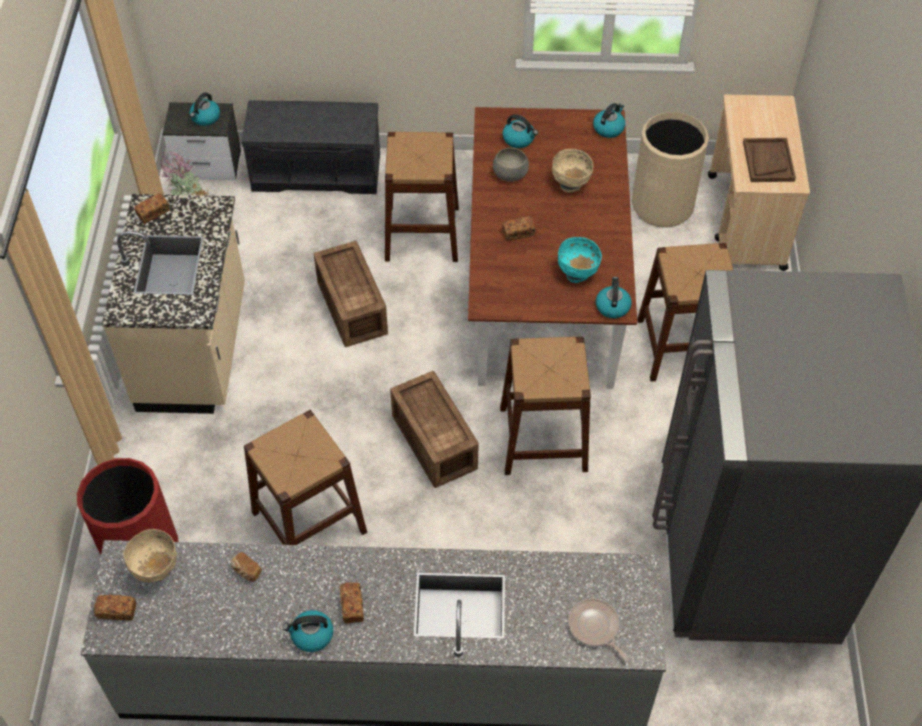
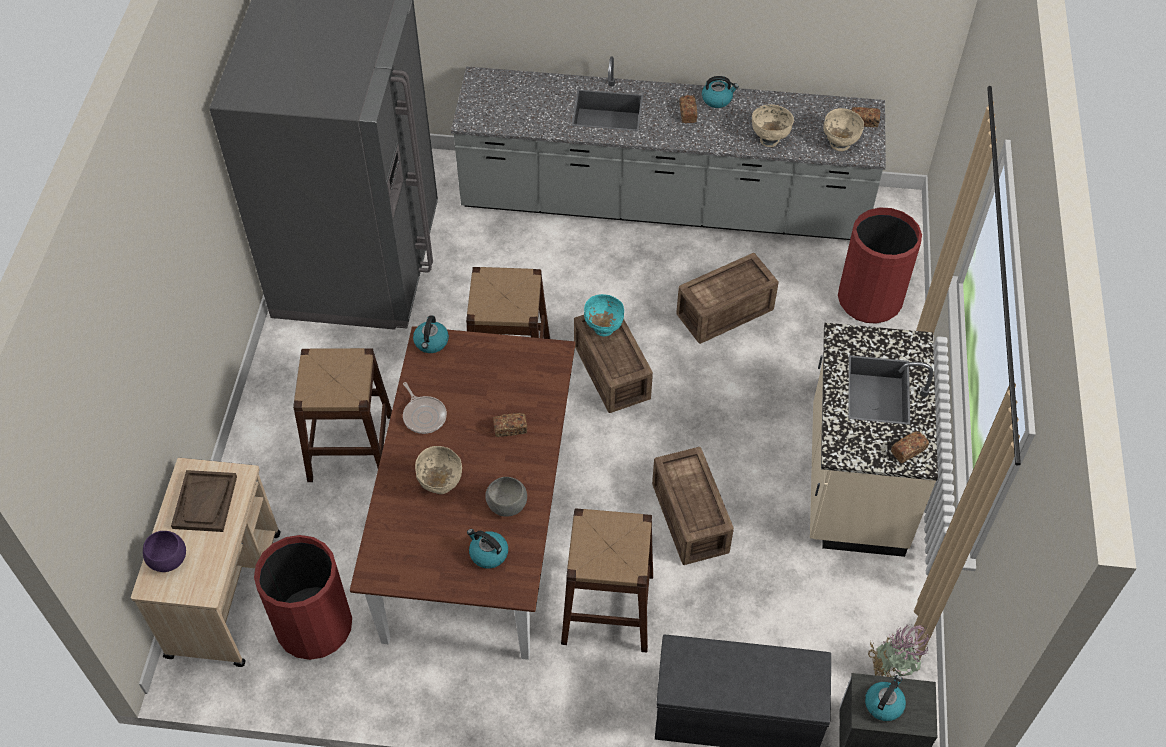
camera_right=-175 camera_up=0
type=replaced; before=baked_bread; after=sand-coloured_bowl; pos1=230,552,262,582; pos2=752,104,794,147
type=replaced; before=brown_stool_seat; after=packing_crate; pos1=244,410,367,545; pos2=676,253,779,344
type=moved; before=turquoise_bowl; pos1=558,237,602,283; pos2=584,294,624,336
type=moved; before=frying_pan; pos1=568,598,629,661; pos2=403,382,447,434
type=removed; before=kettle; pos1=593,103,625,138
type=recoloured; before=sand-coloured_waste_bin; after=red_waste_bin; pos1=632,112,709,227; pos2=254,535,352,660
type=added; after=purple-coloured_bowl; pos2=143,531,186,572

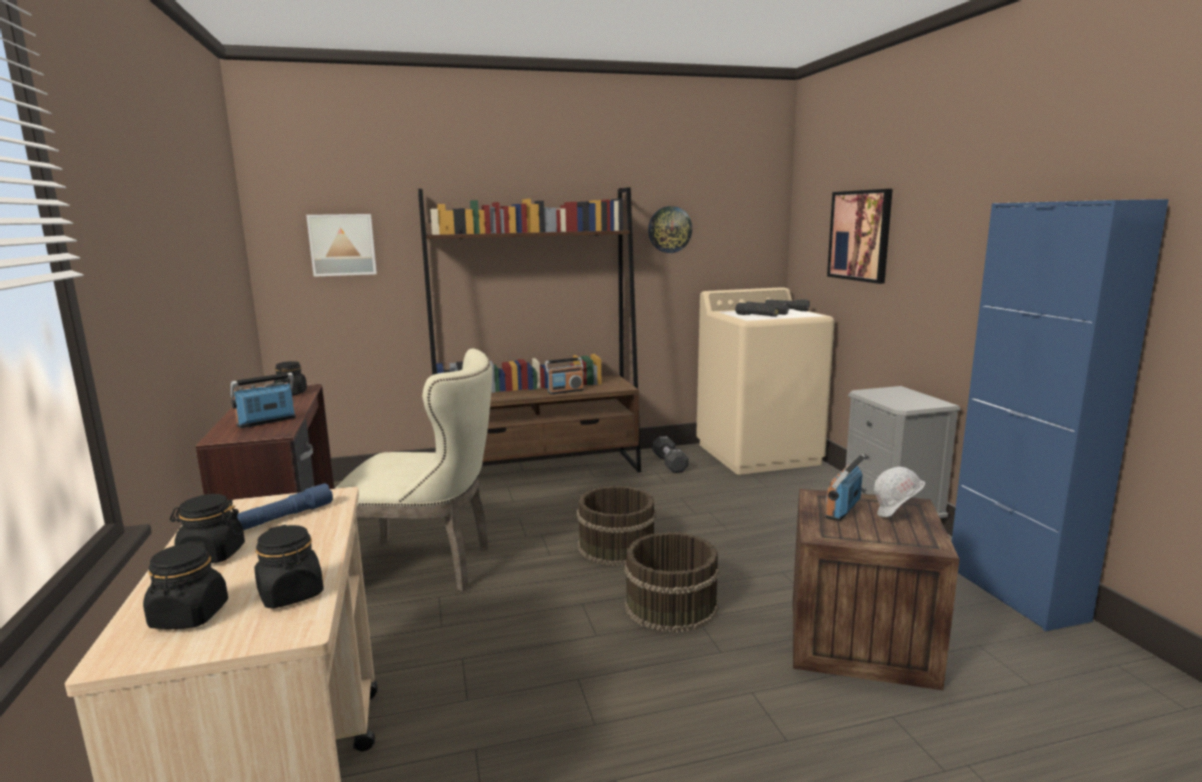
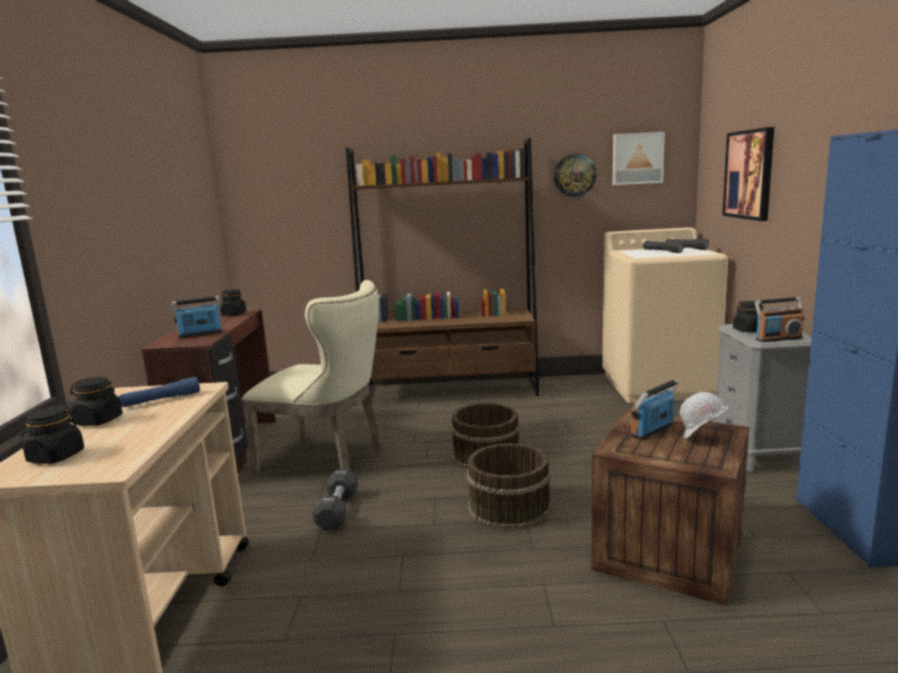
camera_right=15 camera_up=0
type=moved; before=black-coloured_storage_jar; pos1=254,525,324,608; pos2=733,301,764,332
type=moved; before=wall_picture; pos1=306,214,377,277; pos2=613,132,665,185
type=moved; before=radio_receiver; pos1=545,357,584,394; pos2=755,297,804,342
type=moved; before=black-coloured_dumbbell; pos1=653,436,689,473; pos2=313,469,358,530
type=removed; before=black-coloured_flashlight; pos1=735,303,779,317

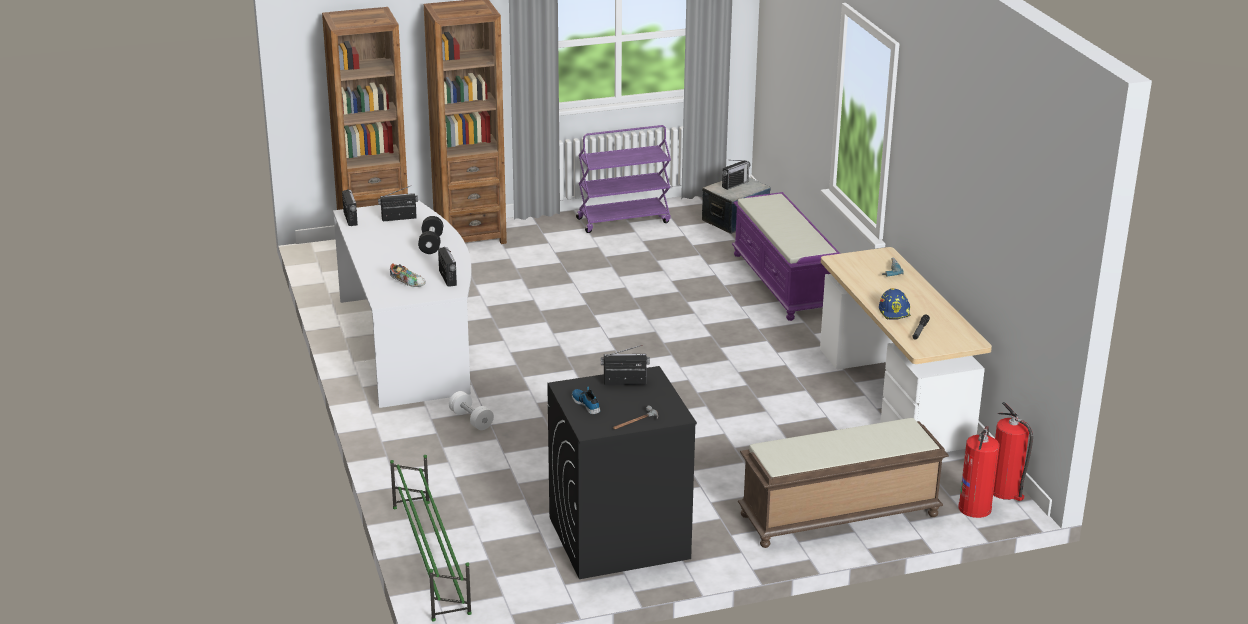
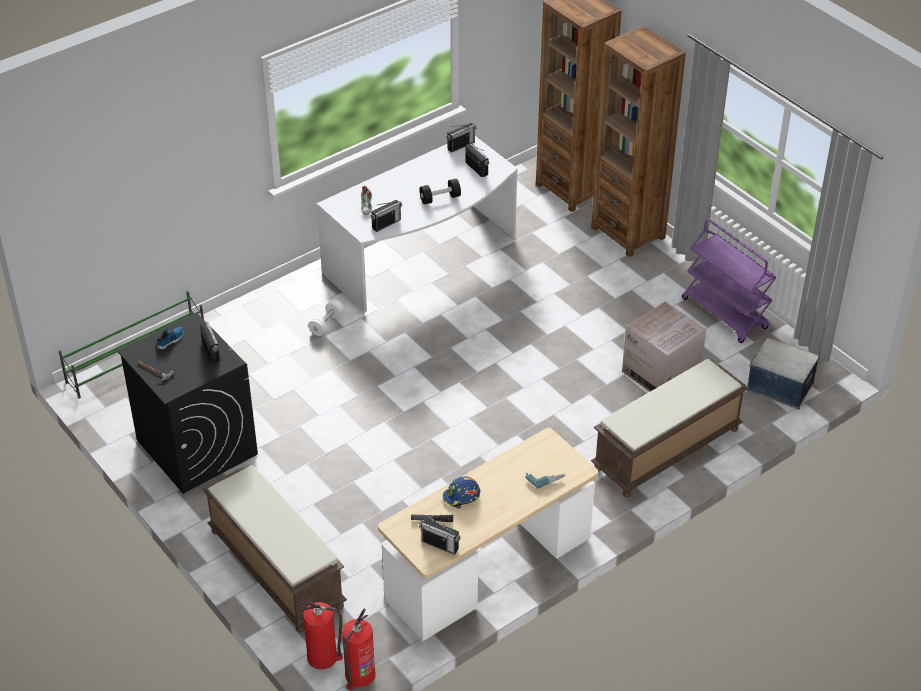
camera_right=70 camera_up=15
type=moved; before=radio_receiver; pos1=722,160,751,190; pos2=419,515,460,555
type=recoloured; before=purple-coloured_bench; after=brown_bench; pos1=732,192,840,321; pos2=591,359,748,497
type=added; after=carton; pos2=622,302,707,392

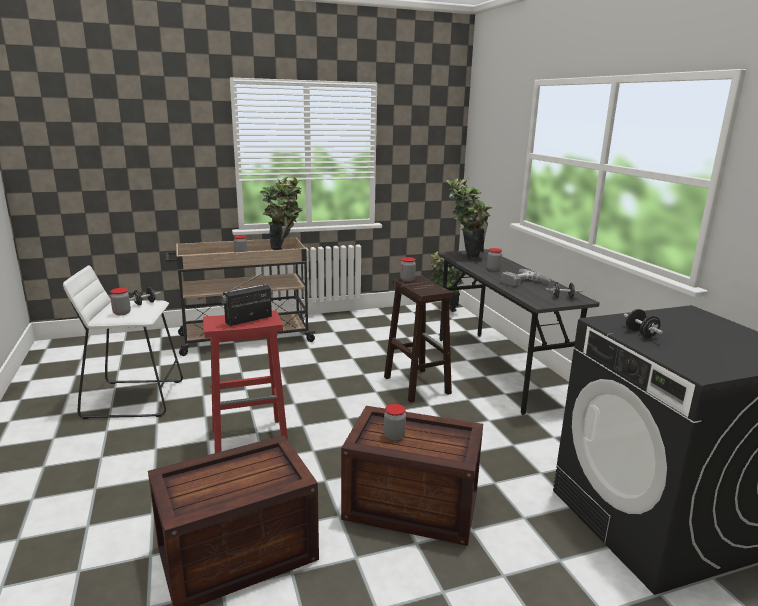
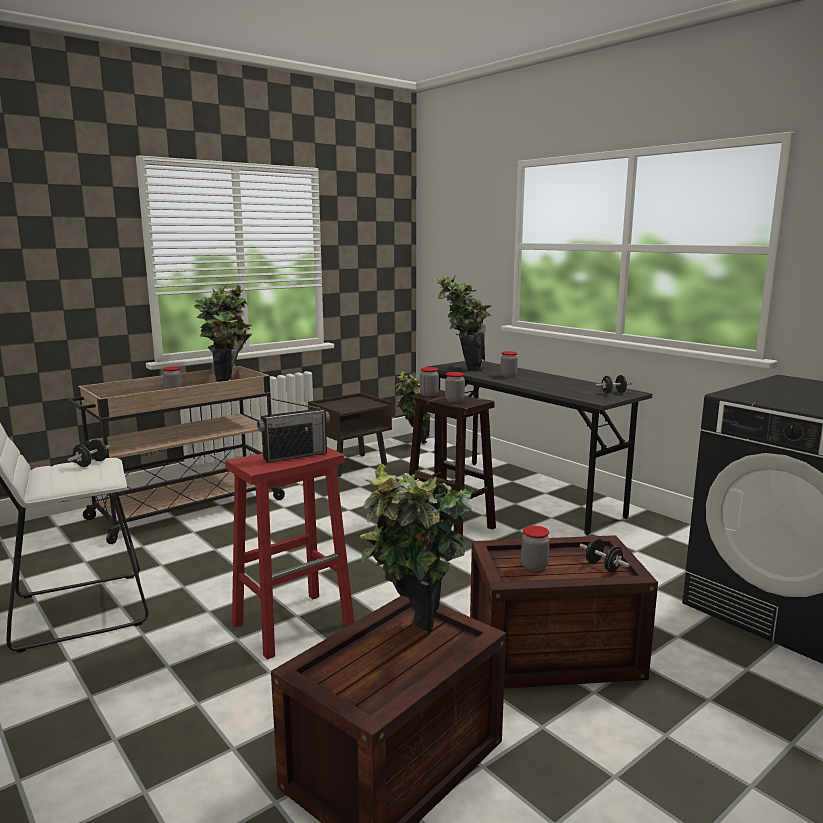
camera_right=-20 camera_up=-5
type=moved; before=storage_jar; pos1=110,288,131,315; pos2=445,372,465,403
type=turned; before=radio_receiver; pos1=220,273,273,326; pos2=257,397,330,462; turn=-150
type=removed; before=power_drill; pos1=501,269,550,286
type=moved; before=black-coloured_dumbbell; pos1=624,309,663,338; pos2=580,538,630,572
type=added; after=brown_bedside_table; pos2=308,393,392,477
type=added; after=plant_in_a_pot; pos2=360,464,473,633

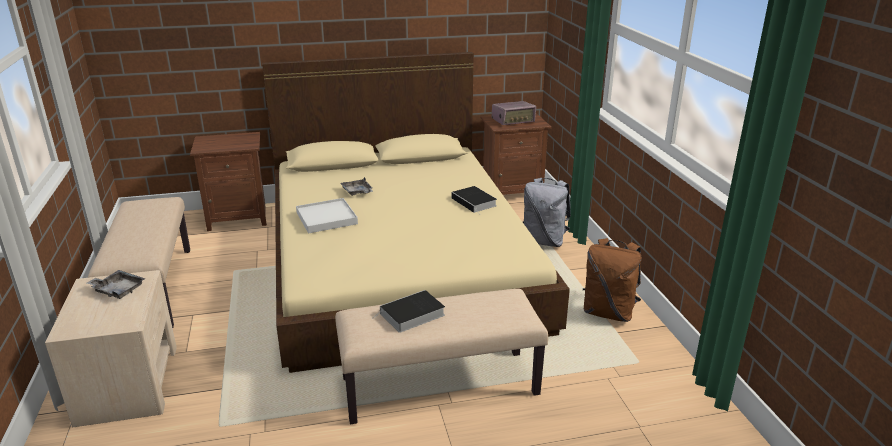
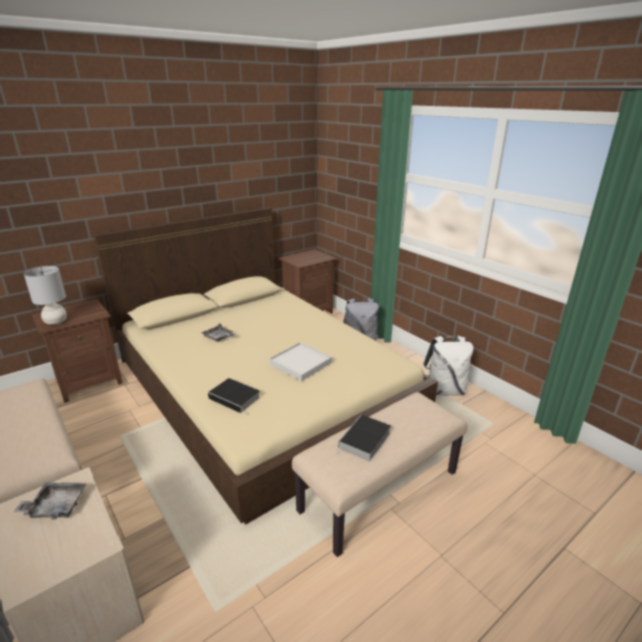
camera_right=-25 camera_up=0
type=moved; before=white-coloured_tray; pos1=296,198,358,233; pos2=269,342,332,381
type=moved; before=book; pos1=452,186,497,215; pos2=208,378,260,414
type=removed; before=radio_receiver; pos1=492,101,536,125
type=recoloured; before=brown_knapsack; after=white-coloured_knapsack; pos1=583,238,642,322; pos2=423,335,474,396
type=added; after=gray_lamp_for_a_table; pos2=24,266,67,325

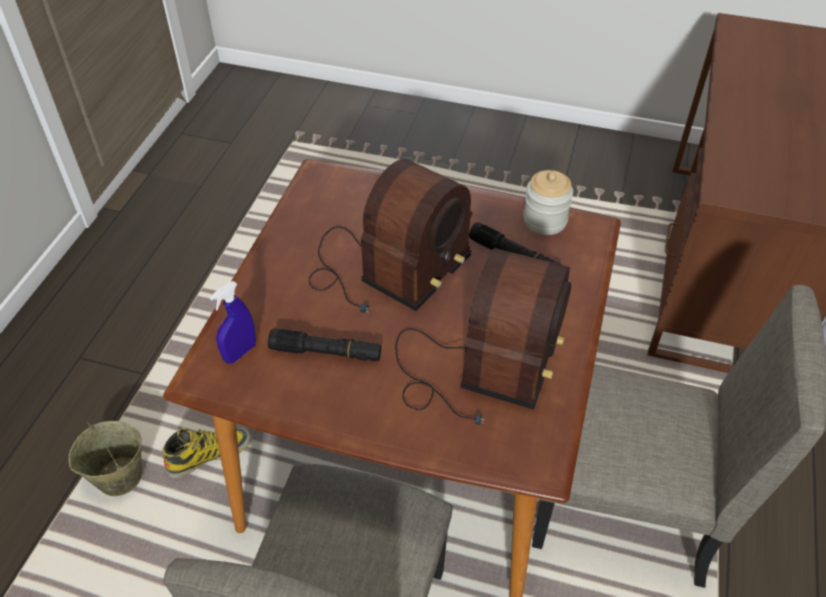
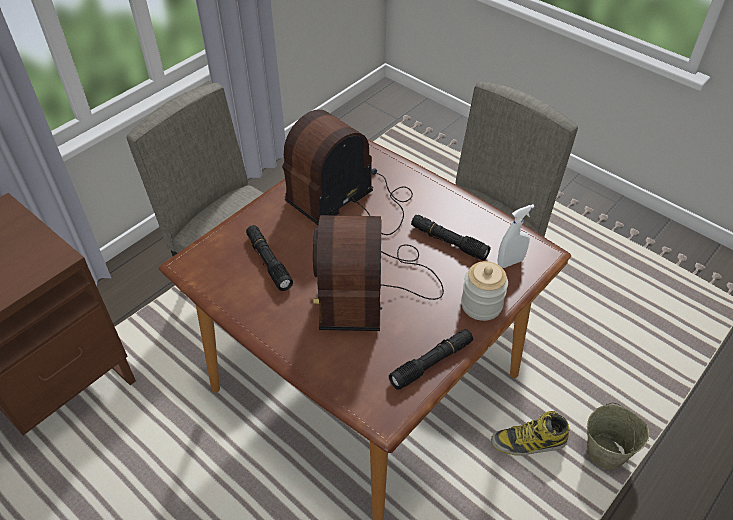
camera_right=-155 camera_up=0
type=recoloured; before=blue-coloured_sprayer; after=white-coloured_sprayer; pos1=210,281,256,364; pos2=498,204,535,268
type=turned; before=radio_receiver; pos1=308,159,472,313; pos2=313,215,444,331; turn=-60
type=moved; before=storage_jar; pos1=523,170,573,235; pos2=461,261,508,321
type=added; after=black-coloured_flashlight; pos2=389,329,473,390

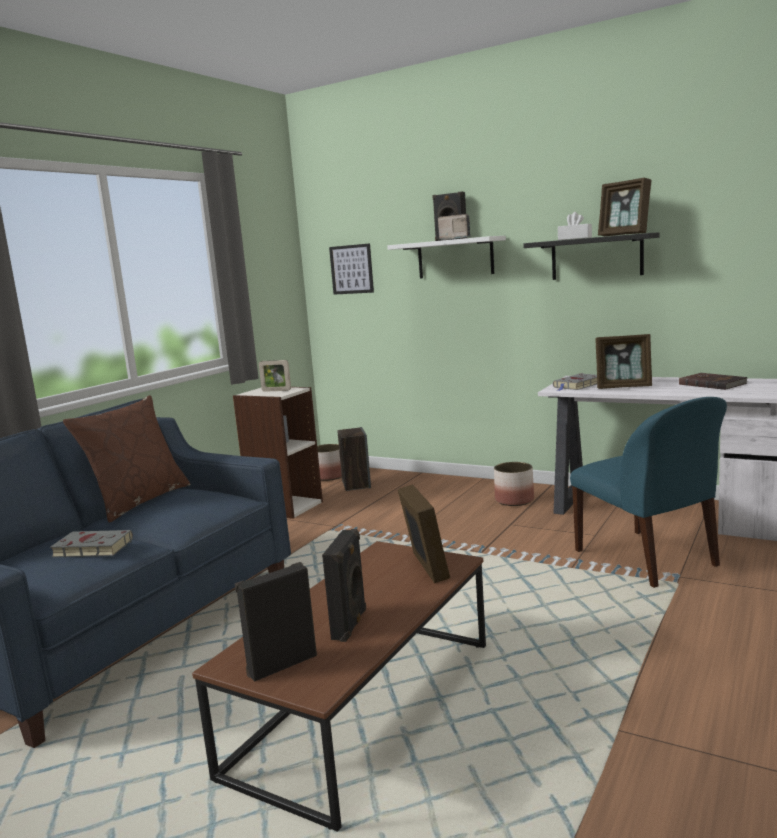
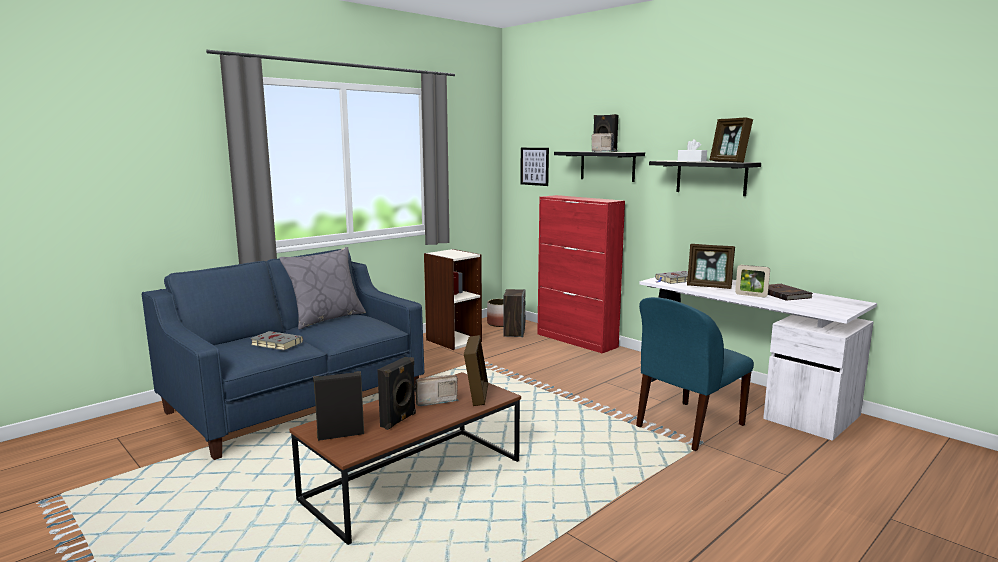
camera_right=15 camera_up=0
type=recoloured; before=brown_throw_pillow; after=gray_throw_pillow; pos1=63,395,191,523; pos2=280,247,366,330
type=moved; before=standing_frame; pos1=259,360,291,392; pos2=735,265,770,297
type=recoloured; before=white-coloured_shelf; after=black-coloured_shelf; pos1=387,236,506,278; pos2=554,151,645,182
type=removed; before=flower_pot; pos1=494,462,534,506
type=turned; before=blue-coloured_plain_chair; pos1=570,397,727,588; pos2=636,297,754,451; turn=60
type=added; after=radio_receiver; pos2=414,375,458,406
type=added; after=red_storage_cabinet; pos2=537,195,625,353

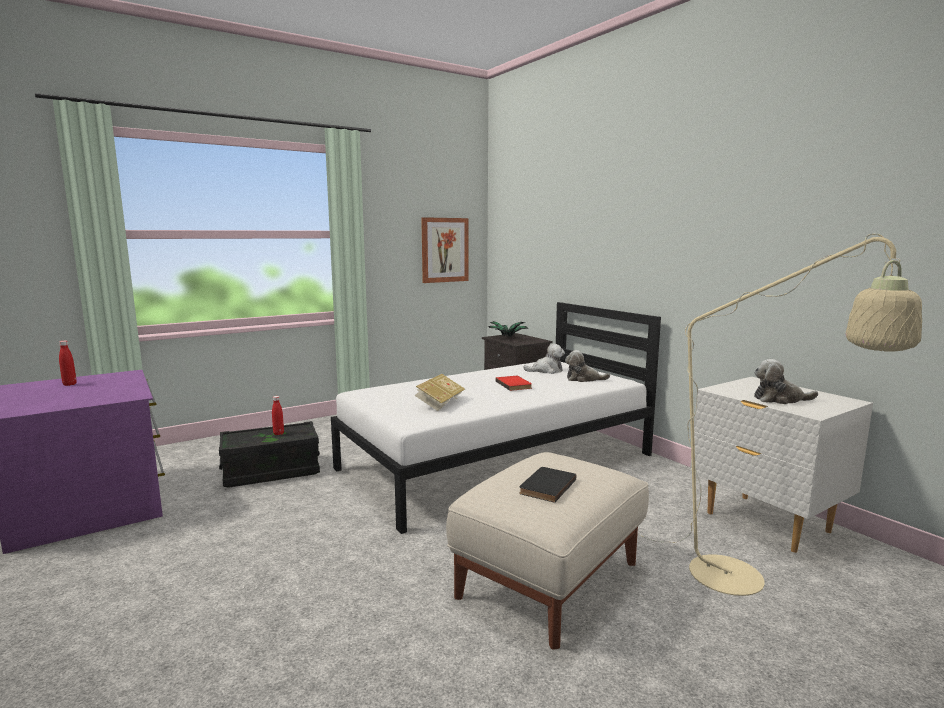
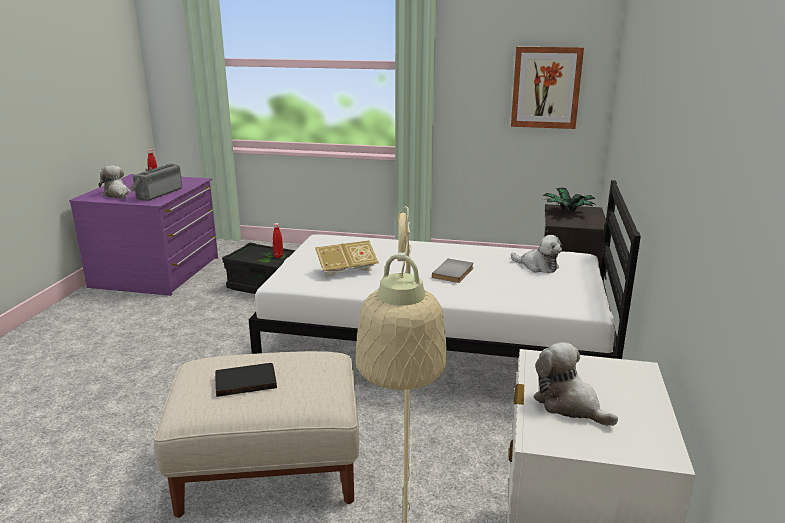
camera_right=45 camera_up=10
type=recoloured; before=red_book; after=gray_book; pos1=495,376,532,391; pos2=432,259,474,283
type=moved; before=cuddly_toy; pos1=565,350,610,382; pos2=99,165,131,199
type=added; after=radio_receiver; pos2=130,164,182,201

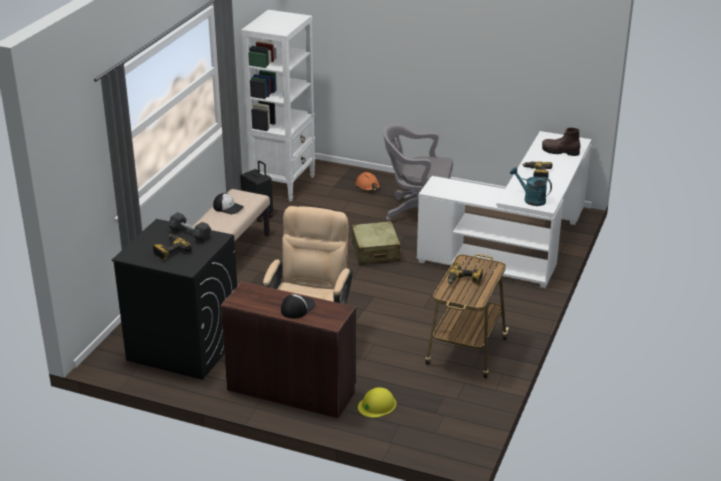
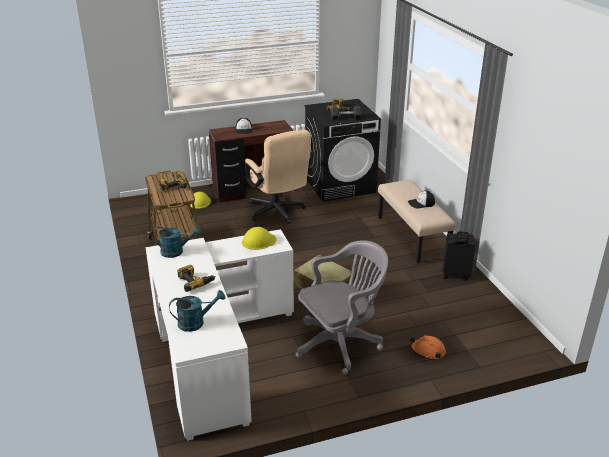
camera_right=140 camera_up=0
type=removed; before=white-coloured_shelving_unit; pos1=241,10,315,202
type=replaced; before=brown_boot; after=turquoise_watering_can; pos1=542,128,581,156; pos2=169,290,225,332
type=added; after=yellow-coloured_safety_helmet; pos2=242,227,276,250

